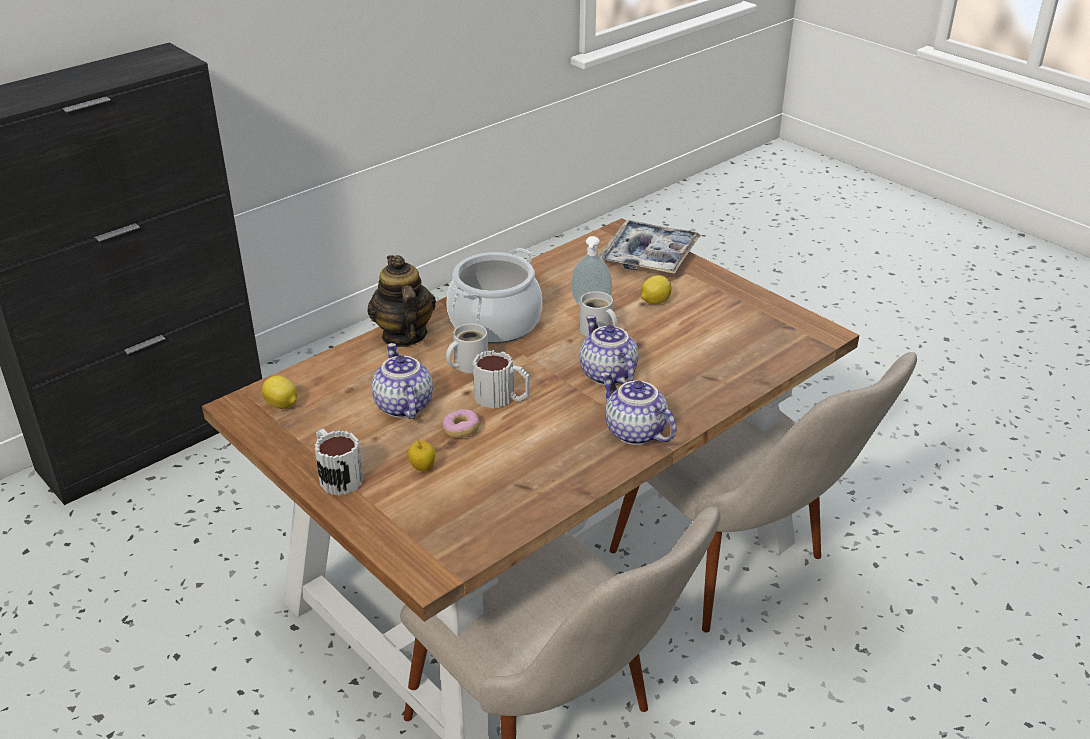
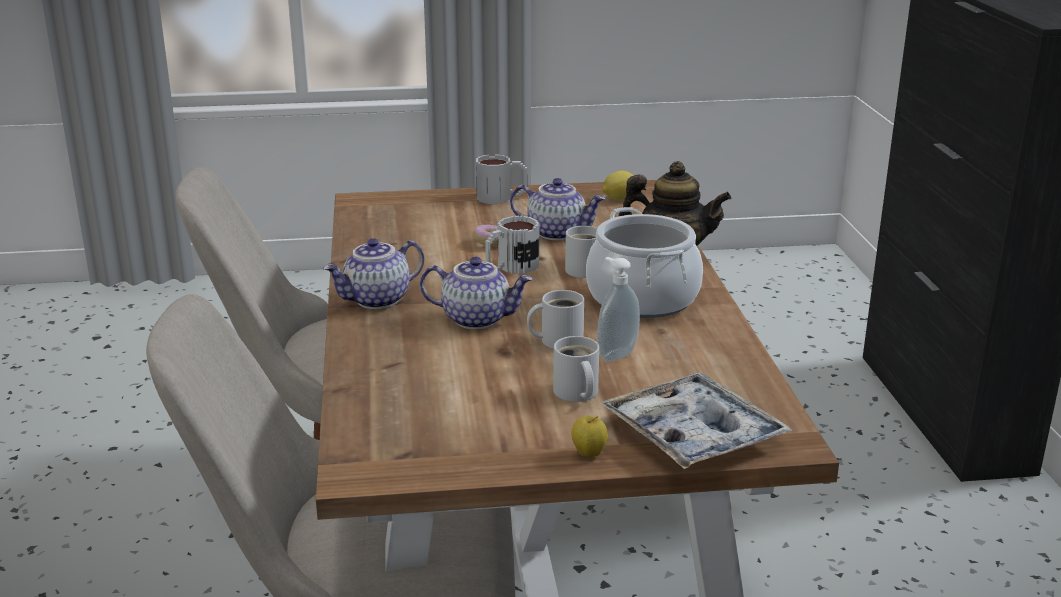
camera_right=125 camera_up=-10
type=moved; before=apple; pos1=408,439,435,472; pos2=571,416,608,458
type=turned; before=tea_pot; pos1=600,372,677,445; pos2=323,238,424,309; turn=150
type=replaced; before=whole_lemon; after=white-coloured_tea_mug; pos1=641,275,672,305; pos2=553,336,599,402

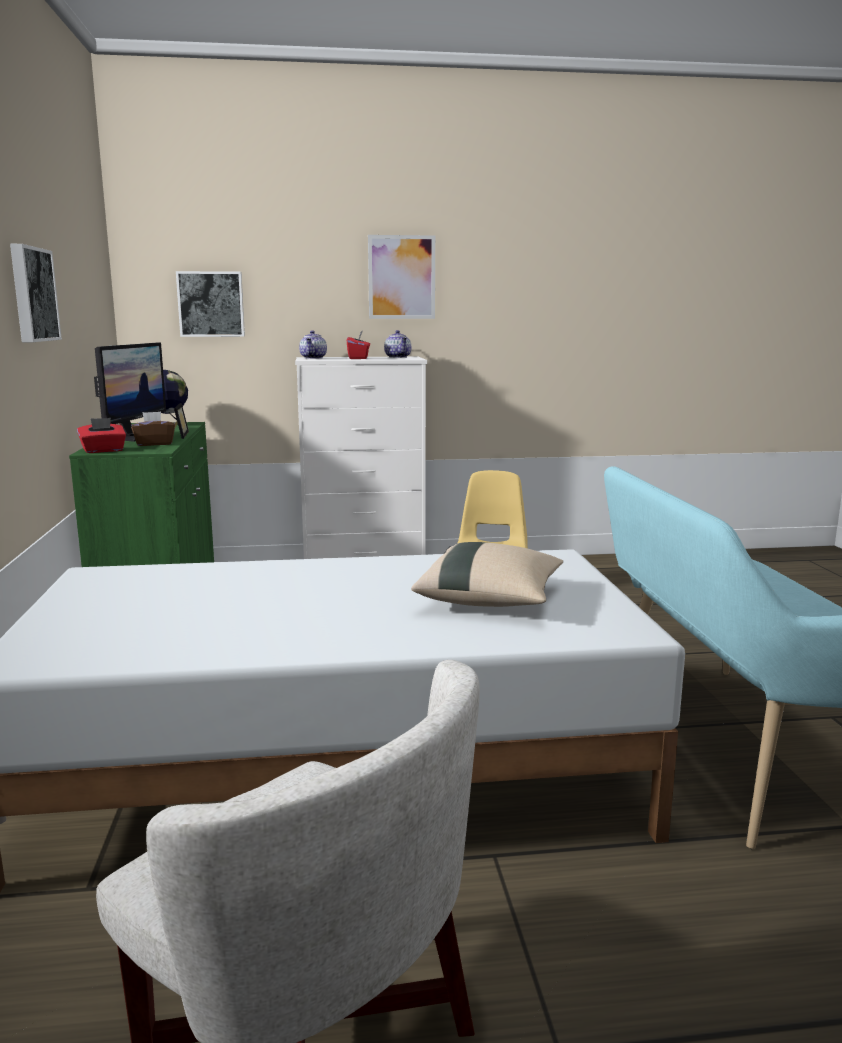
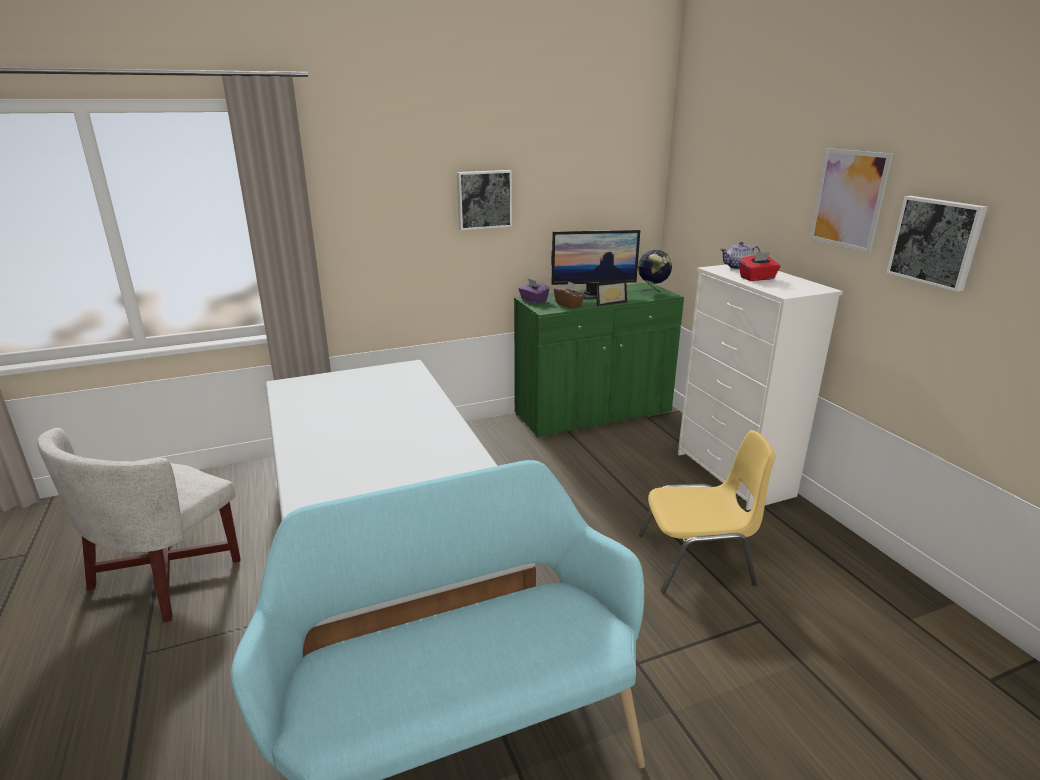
camera_right=75 camera_up=10
type=recoloured; before=red_box_of_tissues; after=purple-coloured_box_of_tissues; pos1=77,418,126,453; pos2=519,278,550,303
type=moved; before=wall_picture; pos1=176,271,245,337; pos2=887,196,988,292
type=removed; before=tea_pot; pos1=384,330,411,358
type=removed; before=sand-coloured_throw_pillow; pos1=411,542,563,607

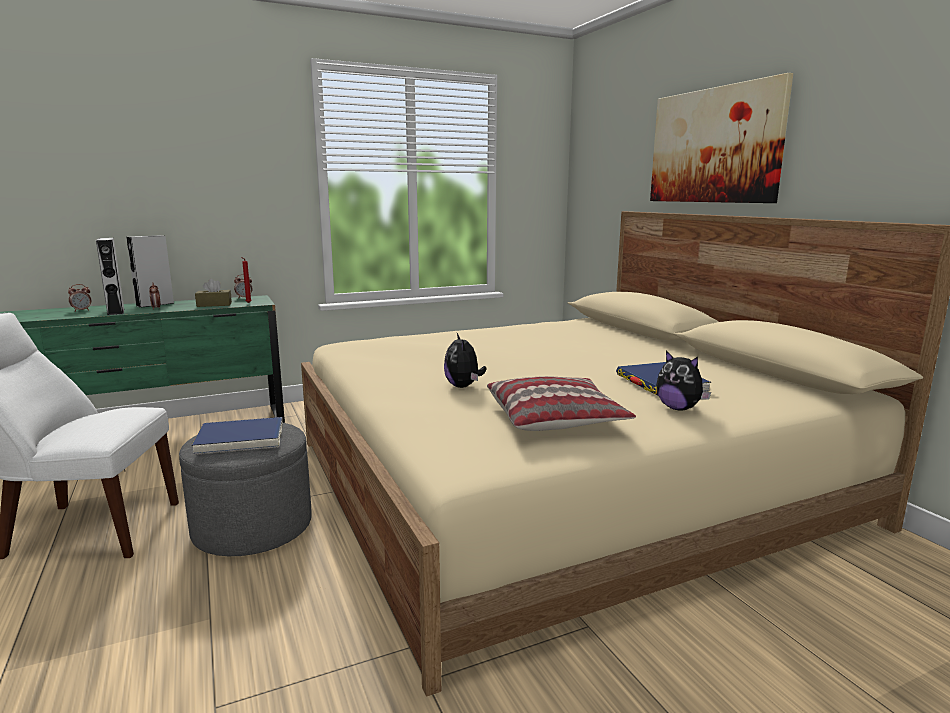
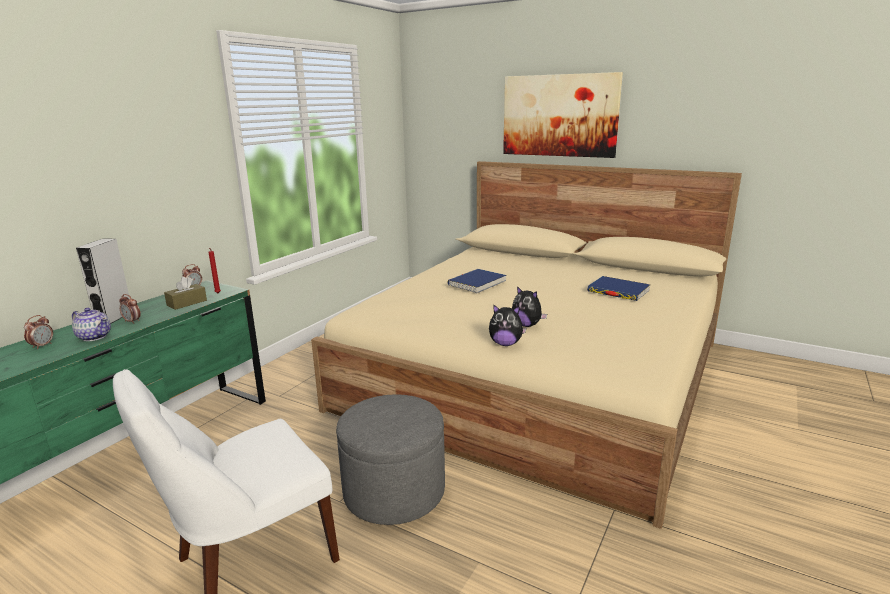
camera_right=-35 camera_up=5
type=replaced; before=gray_loudspeaker; after=tea_pot; pos1=96,238,125,315; pos2=72,308,111,341
type=moved; before=blue-coloured_book; pos1=192,417,283,455; pos2=447,269,507,294
type=removed; before=throw_pillow; pos1=487,376,636,431
type=moved; before=cuddly_toy; pos1=656,351,711,411; pos2=489,304,526,346

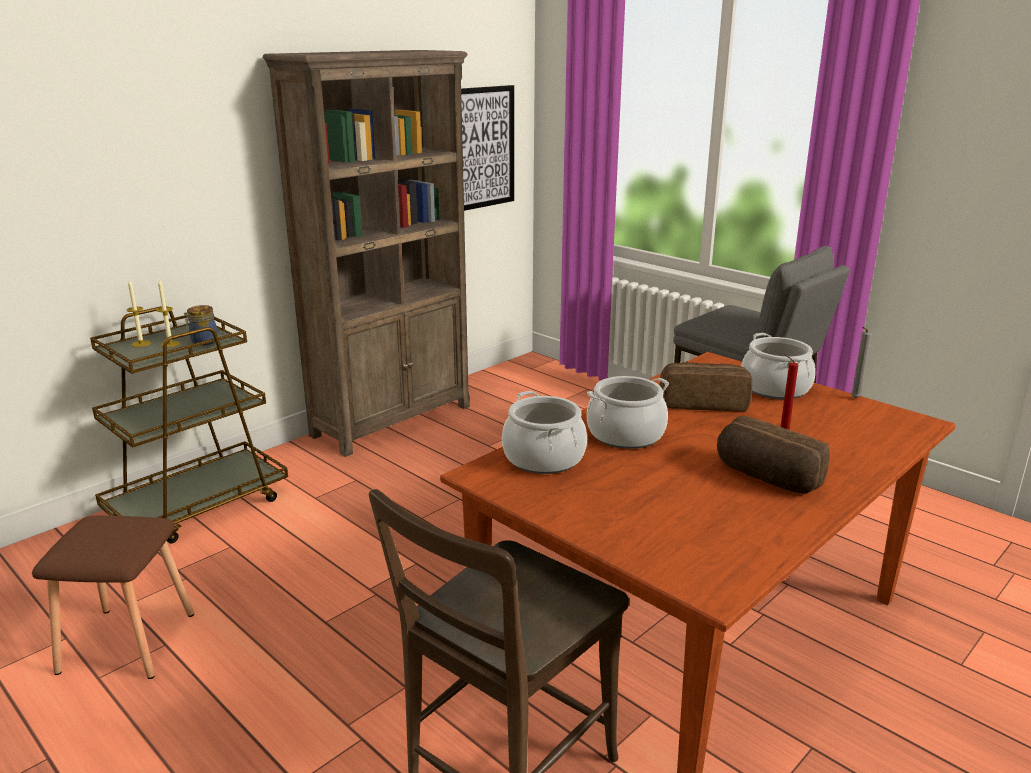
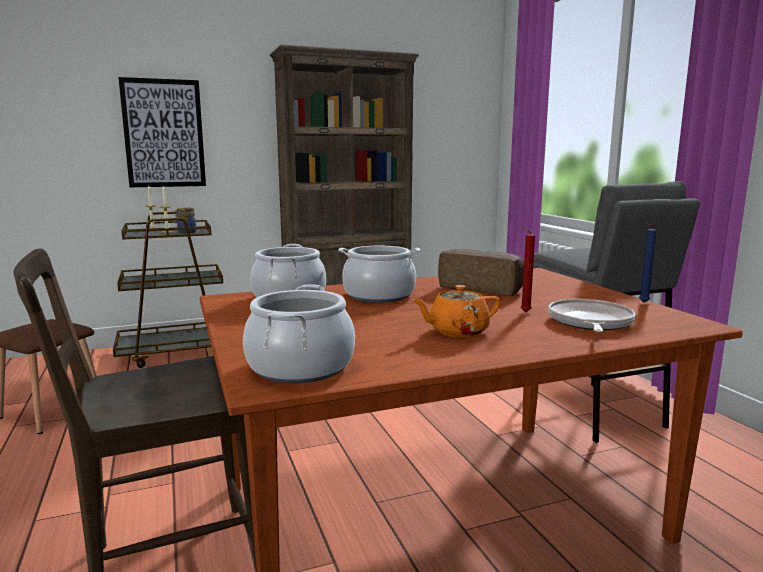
camera_right=25 camera_up=-10
type=moved; before=wall_picture; pos1=461,85,514,211; pos2=118,77,206,187
type=replaced; before=baked_bread; after=orange-coloured_tea_pot; pos1=717,416,830,493; pos2=412,285,501,337
type=moved; before=cooking_pot; pos1=741,333,816,399; pos2=243,285,355,383
type=recoloured; before=gray_wax_light; after=blue-coloured_wax_light; pos1=851,327,871,398; pos2=639,222,657,303
type=added; after=frying_pan; pos2=548,299,636,332

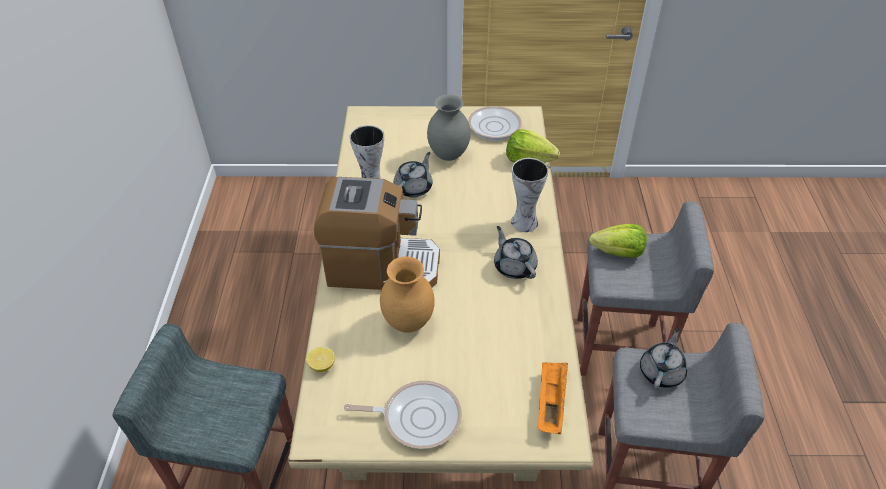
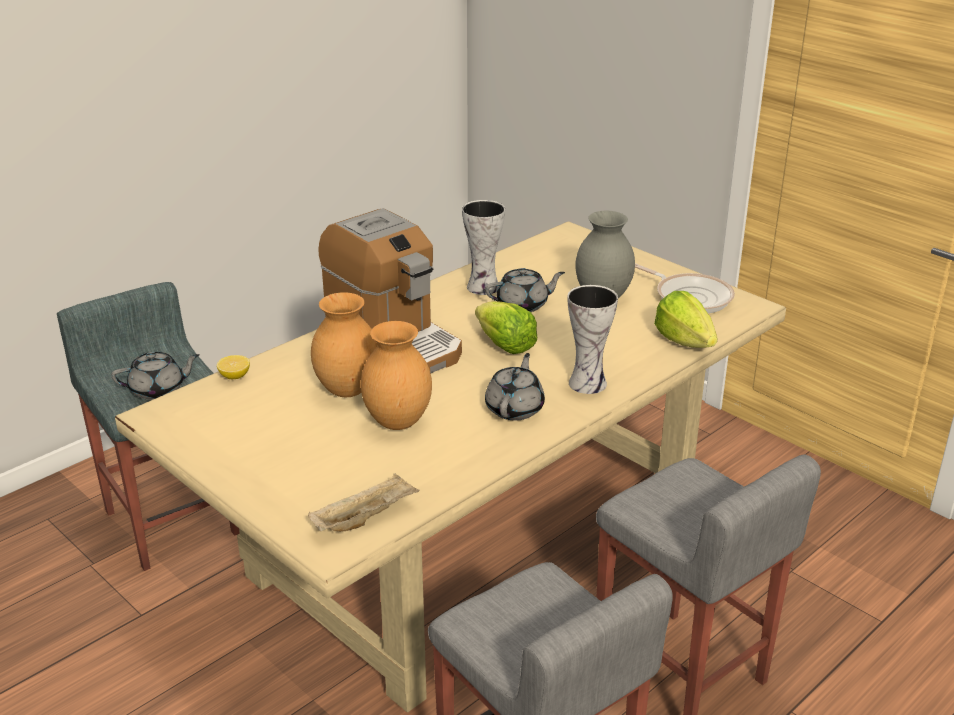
camera_right=45 camera_up=-15
type=removed; before=frying_pan; pos1=344,381,462,449
type=recoloured; before=orange-coloured_tray; after=sand-coloured_tray; pos1=538,362,568,434; pos2=308,473,419,532
type=moved; before=head_of_lettuce; pos1=589,224,647,258; pos2=475,301,537,354
type=moved; before=gray_tea_pot; pos1=640,328,688,390; pos2=111,352,200,400
type=added; after=brown_vase; pos2=361,321,432,430

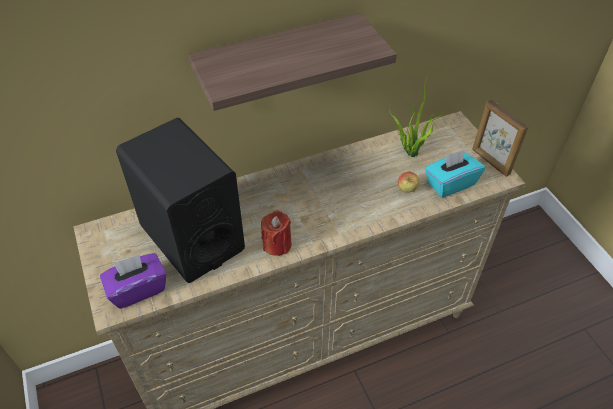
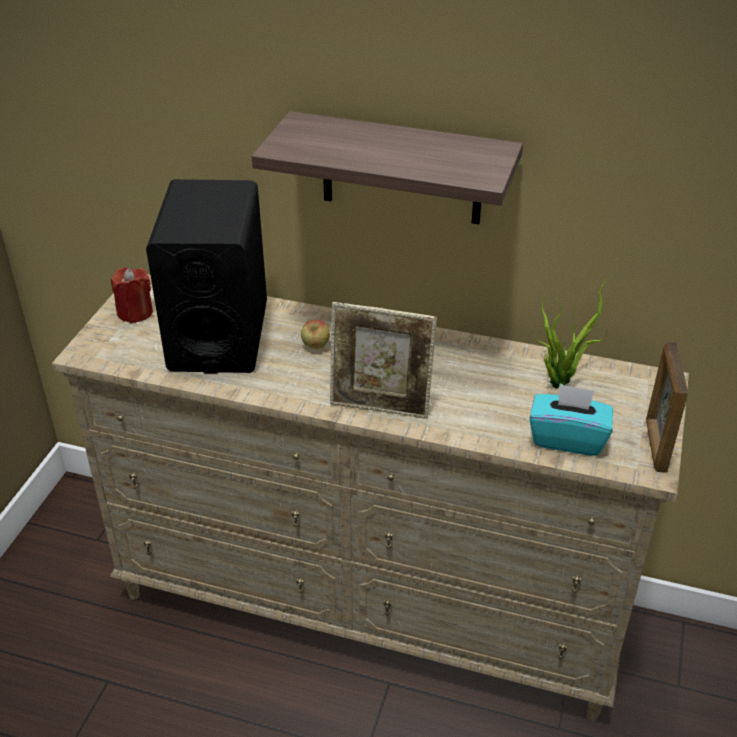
camera_right=40 camera_up=-10
type=removed; before=purple-coloured_box_of_tissues; pos1=100,253,166,309
type=moved; before=red_wax_light; pos1=261,210,292,256; pos2=111,267,153,323
type=moved; before=apple; pos1=398,172,419,193; pos2=301,320,330,349
type=added; after=standing_frame; pos2=330,302,437,419

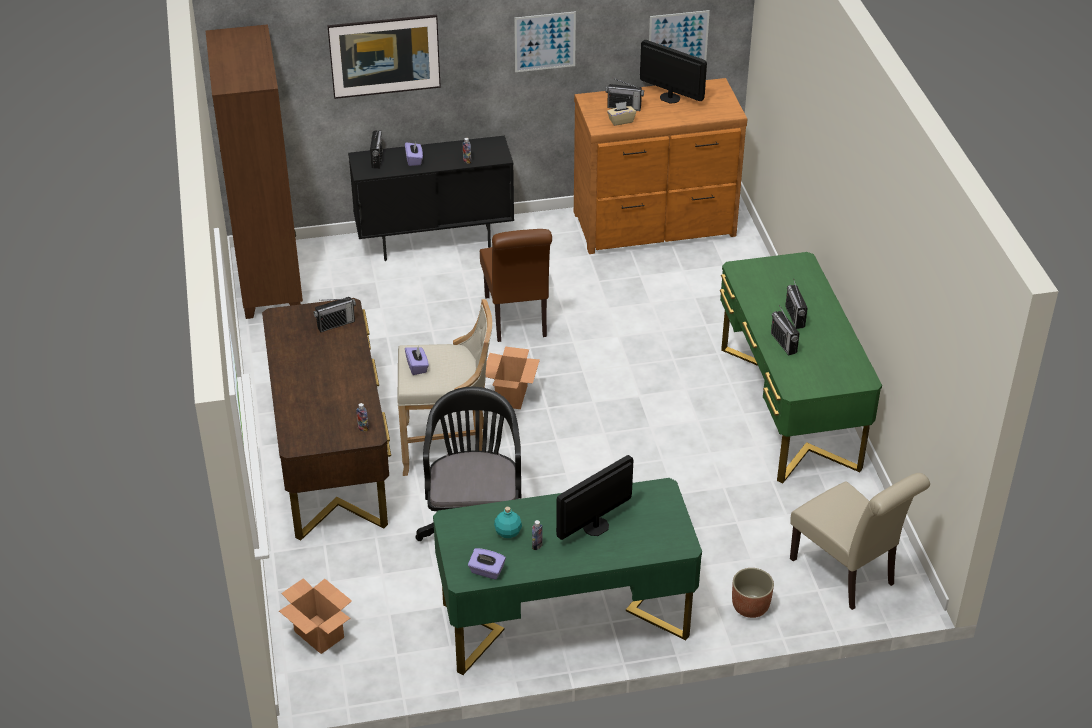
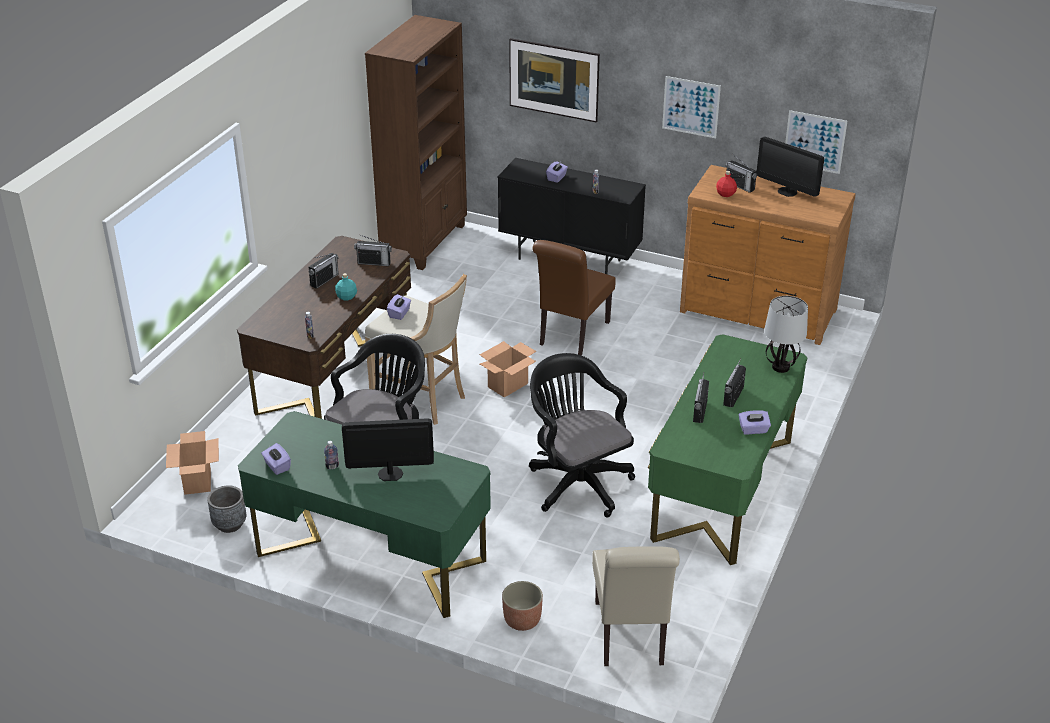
camera_right=35 camera_up=-5
type=moved; before=radio_receiver; pos1=370,130,383,169; pos2=308,253,339,289
type=moved; before=turquoise_beverage_bottle; pos1=494,506,522,538; pos2=335,273,357,301
type=replaced; before=sand-coloured_box_of_tissues; after=red_beverage_bottle; pos1=607,102,636,126; pos2=716,171,737,197
type=turned; before=computer_screen; pos1=640,40,707,104; pos2=757,137,824,197; turn=150
type=added; after=gray_flower_pot; pos2=207,485,246,533
type=added; after=black-coloured_computer_chair; pos2=529,353,635,518
type=added; after=purple-coloured_box_of_tissues; pos2=739,410,771,434
type=added; after=lamp_for_a_table; pos2=764,296,808,373

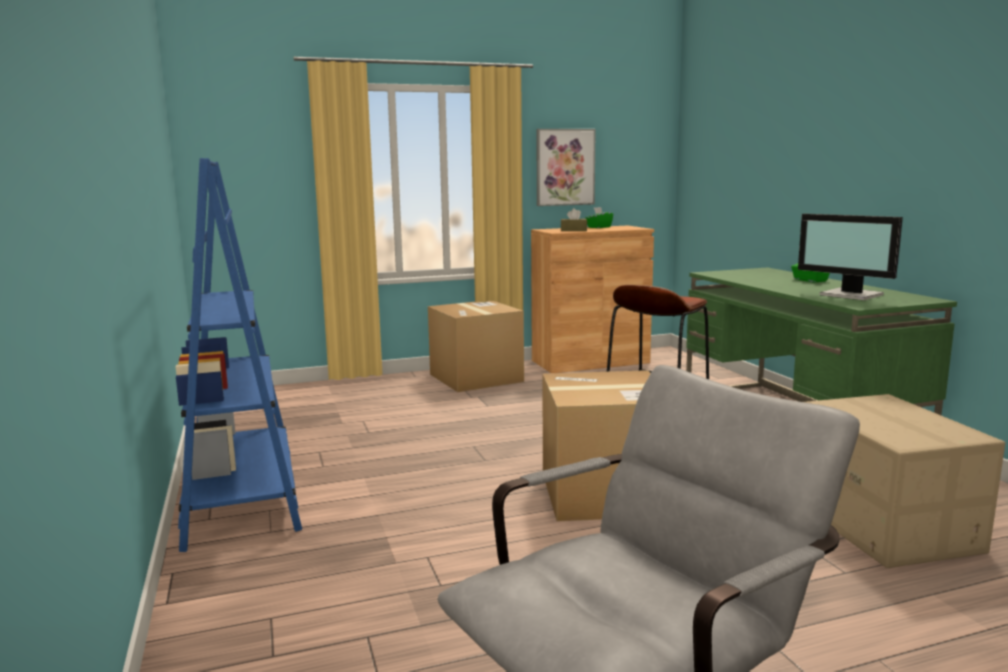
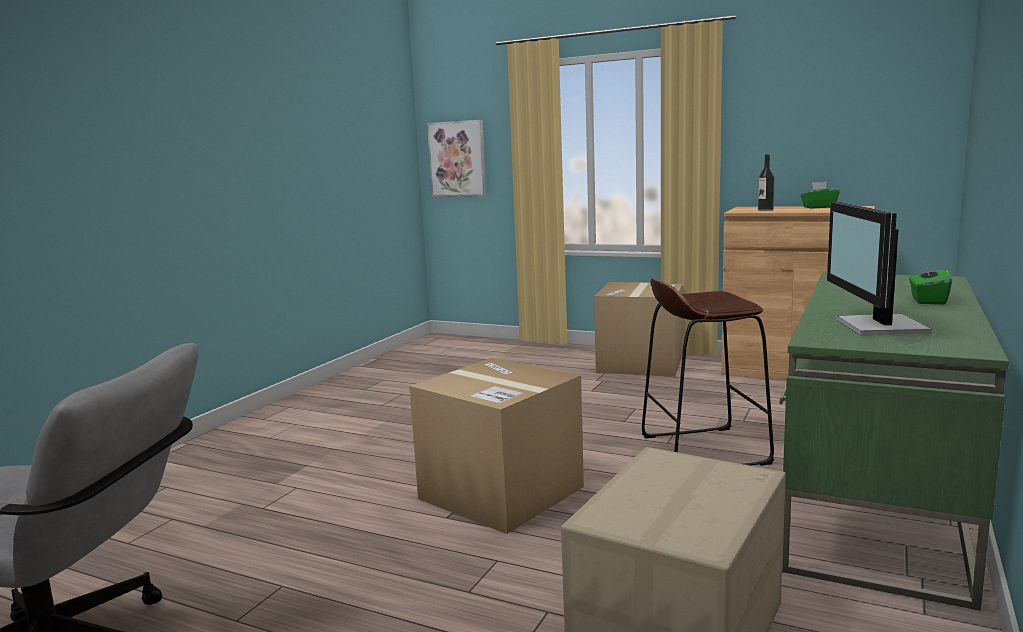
camera_right=45 camera_up=0
type=removed; before=blue-coloured_shelving_unit; pos1=176,158,302,552
type=moved; before=wall_picture; pos1=536,129,596,206; pos2=427,120,486,197
type=replaced; before=brown_box_of_tissues; after=beverage_bottle; pos1=561,208,587,231; pos2=758,154,775,211

